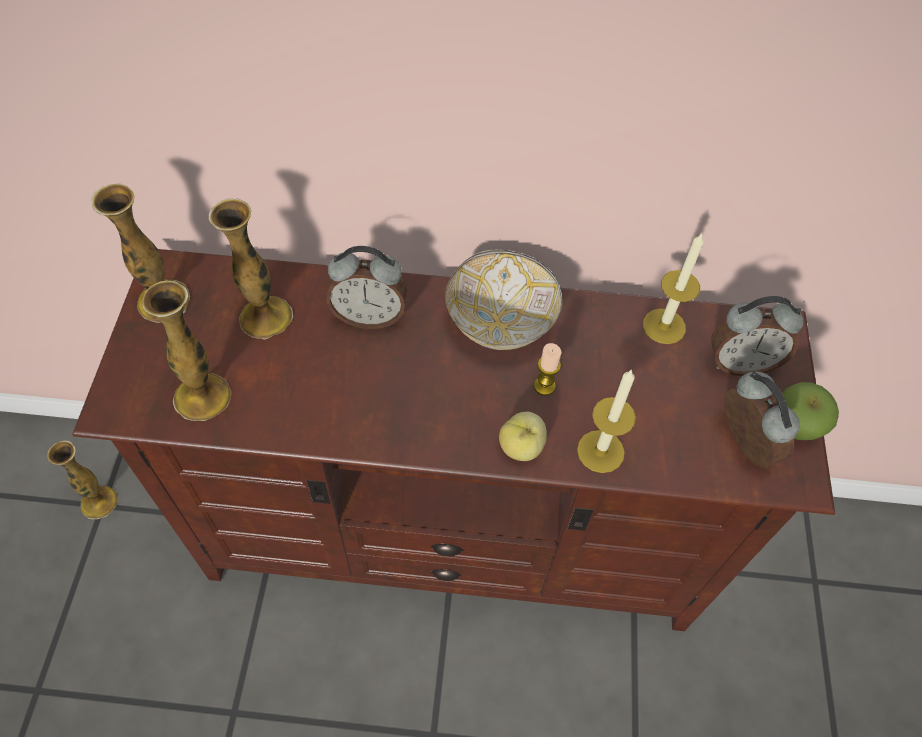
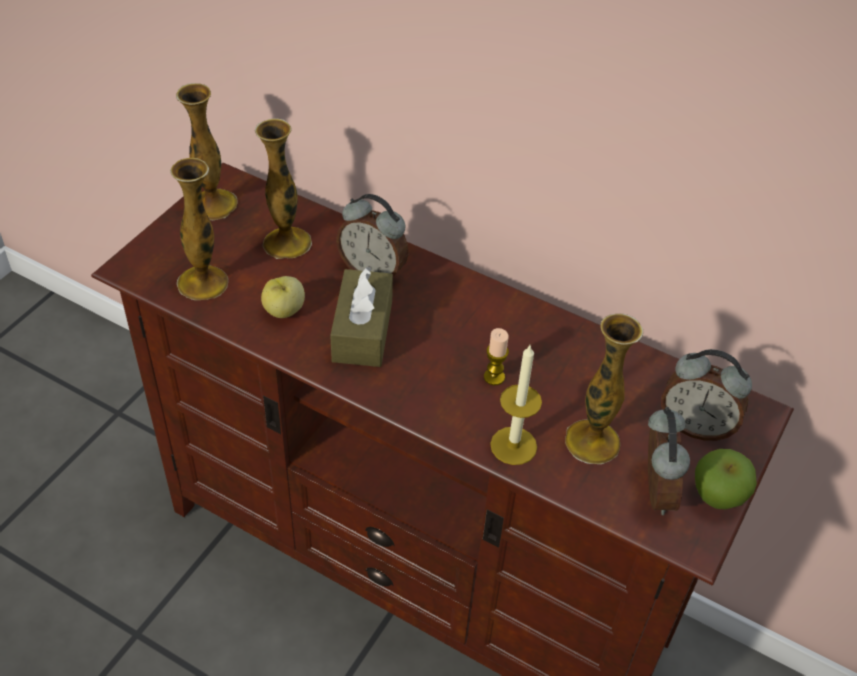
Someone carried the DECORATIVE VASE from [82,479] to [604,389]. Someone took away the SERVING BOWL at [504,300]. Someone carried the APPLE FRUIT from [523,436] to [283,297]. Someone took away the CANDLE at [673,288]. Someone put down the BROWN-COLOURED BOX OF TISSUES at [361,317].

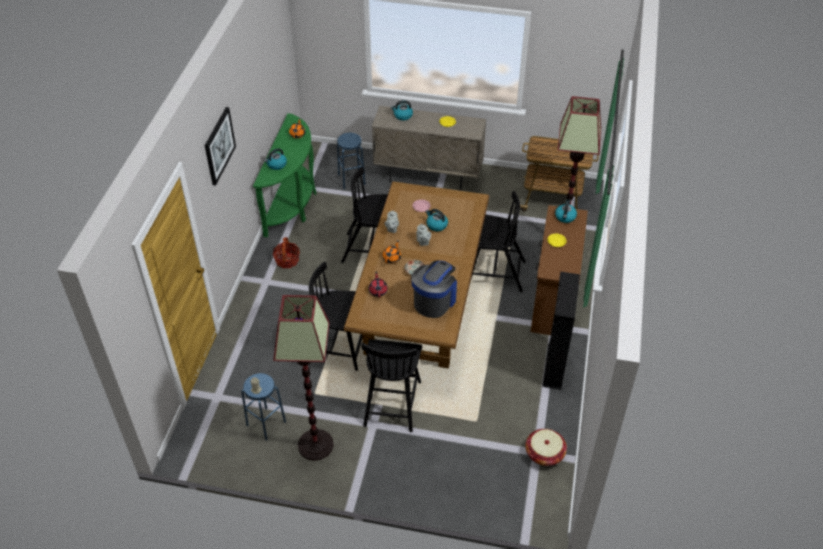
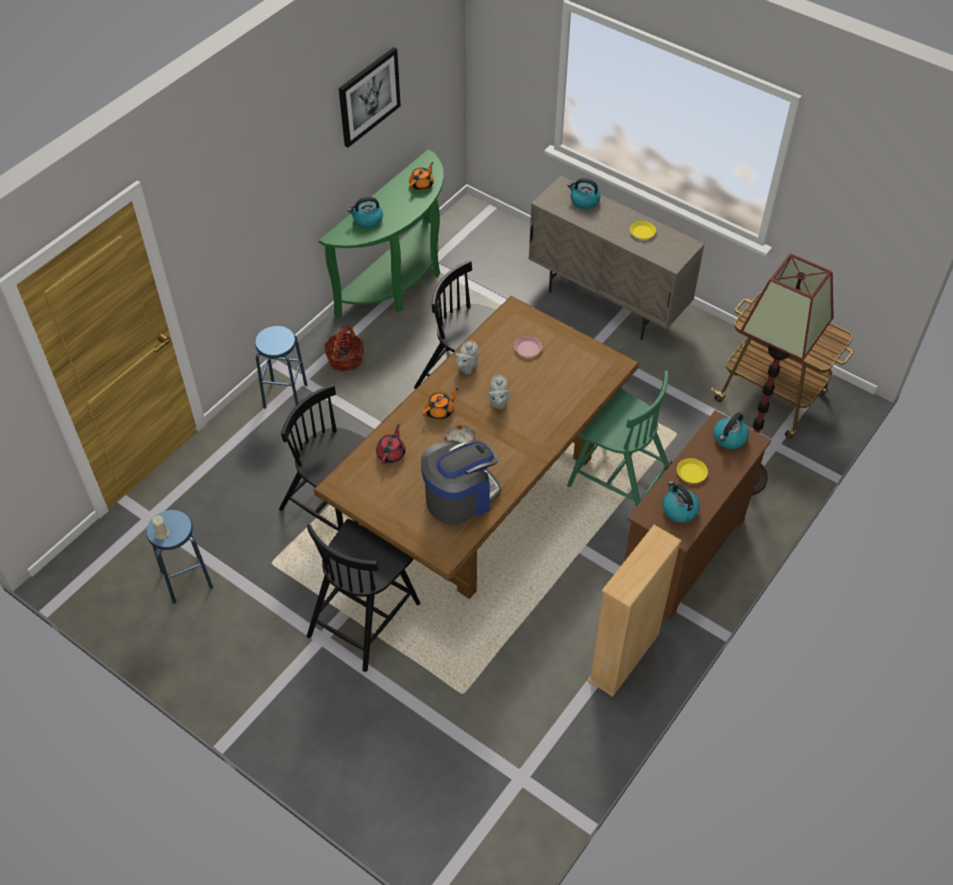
Someone carried the WALL ART from [220,146] to [370,97]. Someone took away the FLOOR LAMP at [303,378]. Someone carried the BLUISH STOOL SEAT from [351,161] to [281,367]. Someone carried the WATER KETTLE from [437,220] to [681,502]. Someone repainted the BLACK-COLOURED PLAIN CHAIR at [498,241], which became the GREEN-COLOURED PLAIN CHAIR at [618,439]. Someone took away the BASKET at [546,447]. Someone repainted the BLACK-COLOURED BOOKSHELF at [561,331], which became the BEIGE BOOKSHELF at [634,611].

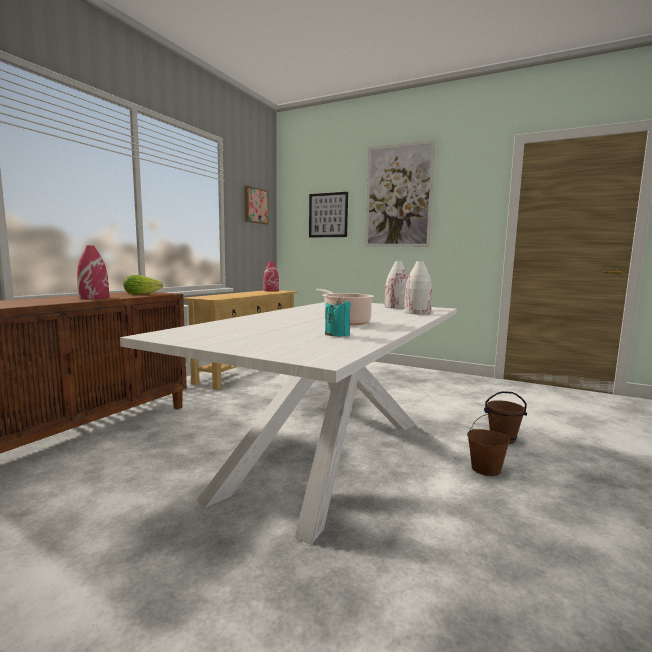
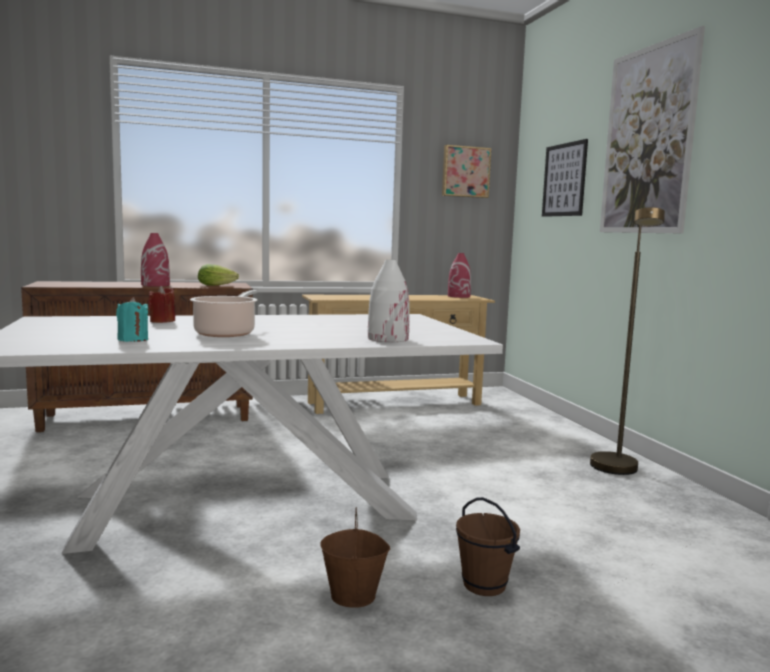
Someone took away the WHITE-COLOURED DECORATIVE VASE at [396,285]. Someone put down the RED-COLOURED CANDLE at [161,304]. Someone put down the BROWN-COLOURED FLOOR LAMP at [627,341].

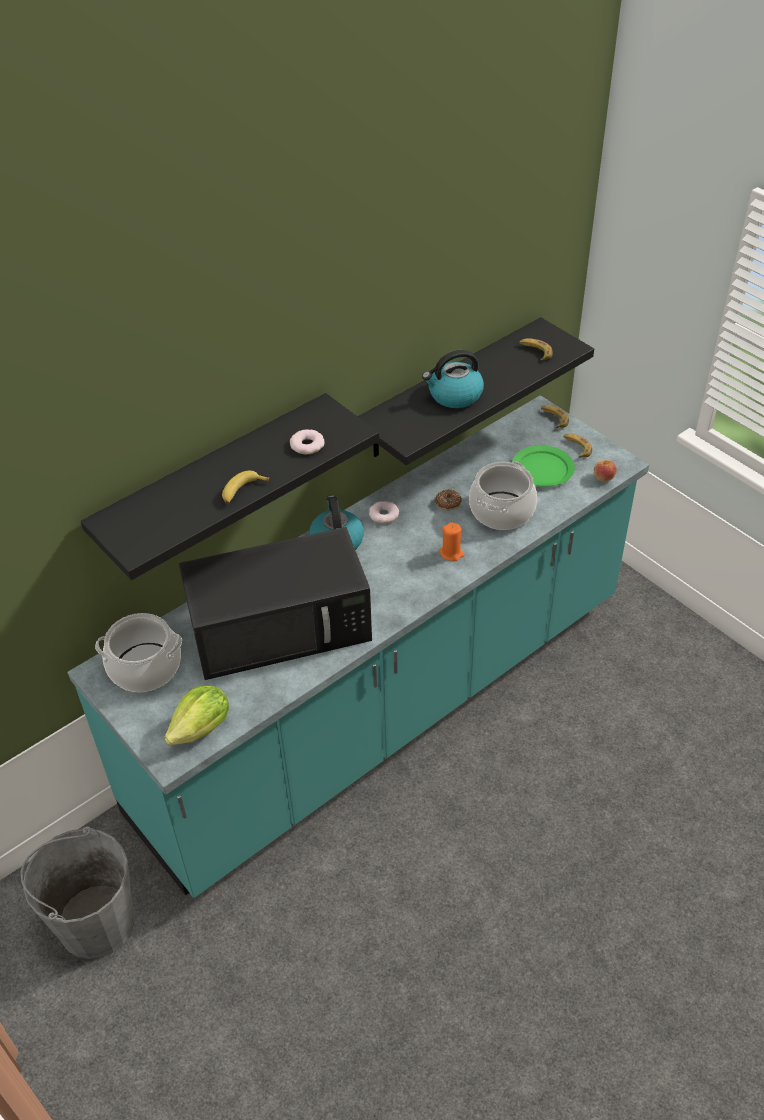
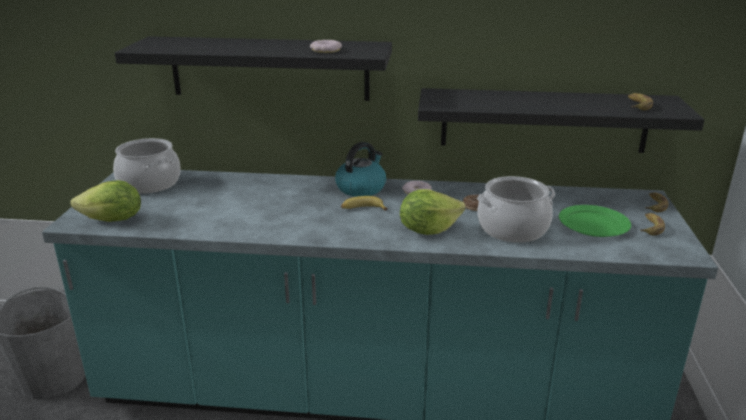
Someone took away the BLACK-COLOURED KITCHEN MICROWAVE at [275,603]. Someone carried the WHOLE BANANA from [246,487] to [364,203]. Someone took away the WATER KETTLE at [453,379]. Someone swapped the ORANGE CANDLE at [452,541] for the LETTUCE at [433,212]. Someone took away the APPLE FRUIT at [605,471].

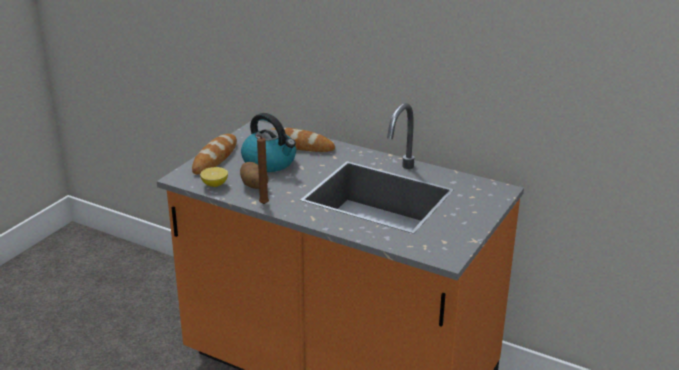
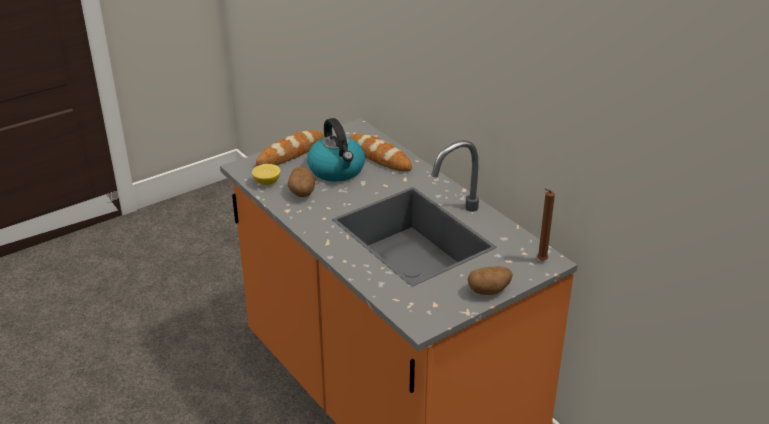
Someone carried the BROWN-COLOURED CANDLE from [262,169] to [546,225]. Someone put down the WHOLE POTATO at [490,280].

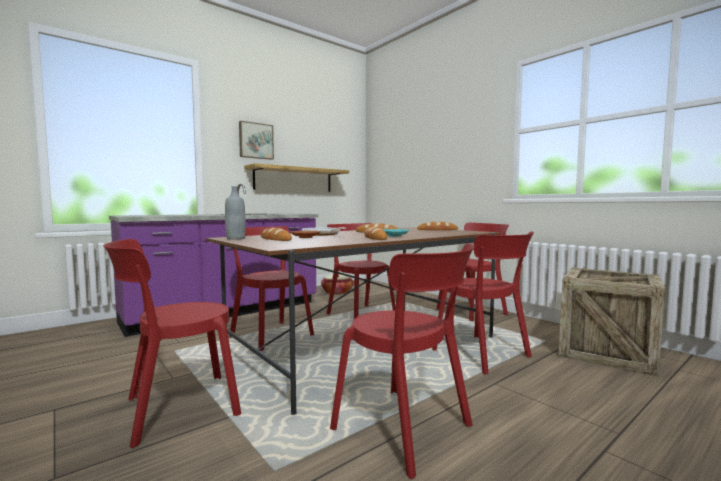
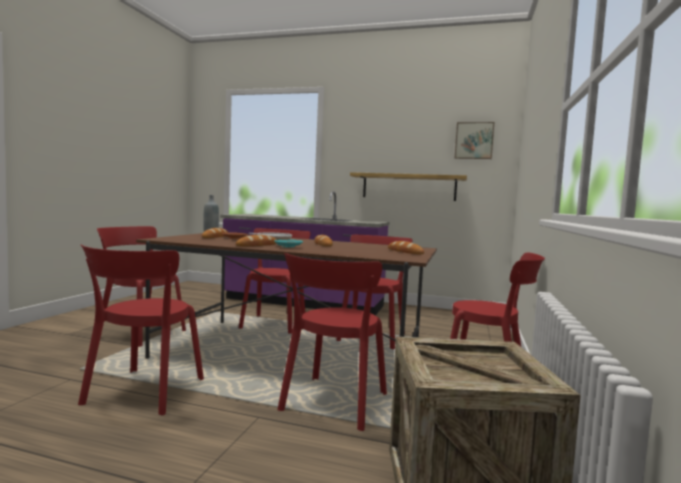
Someone carried the WALL ART from [256,140] to [474,140]. Someone took away the BASKET at [337,285].

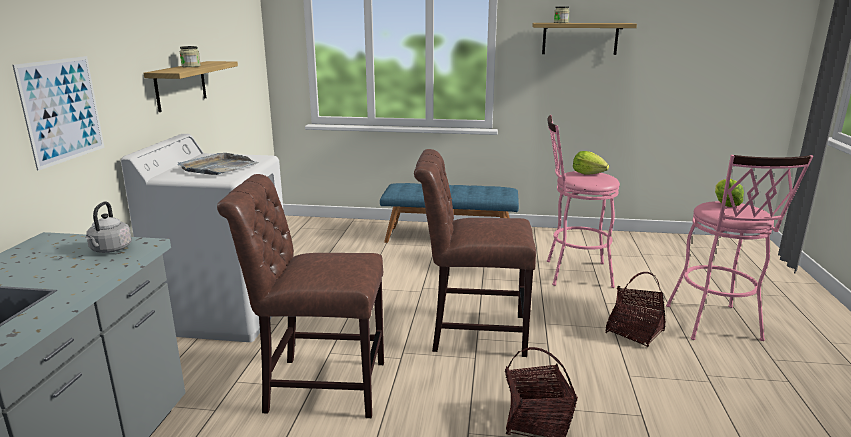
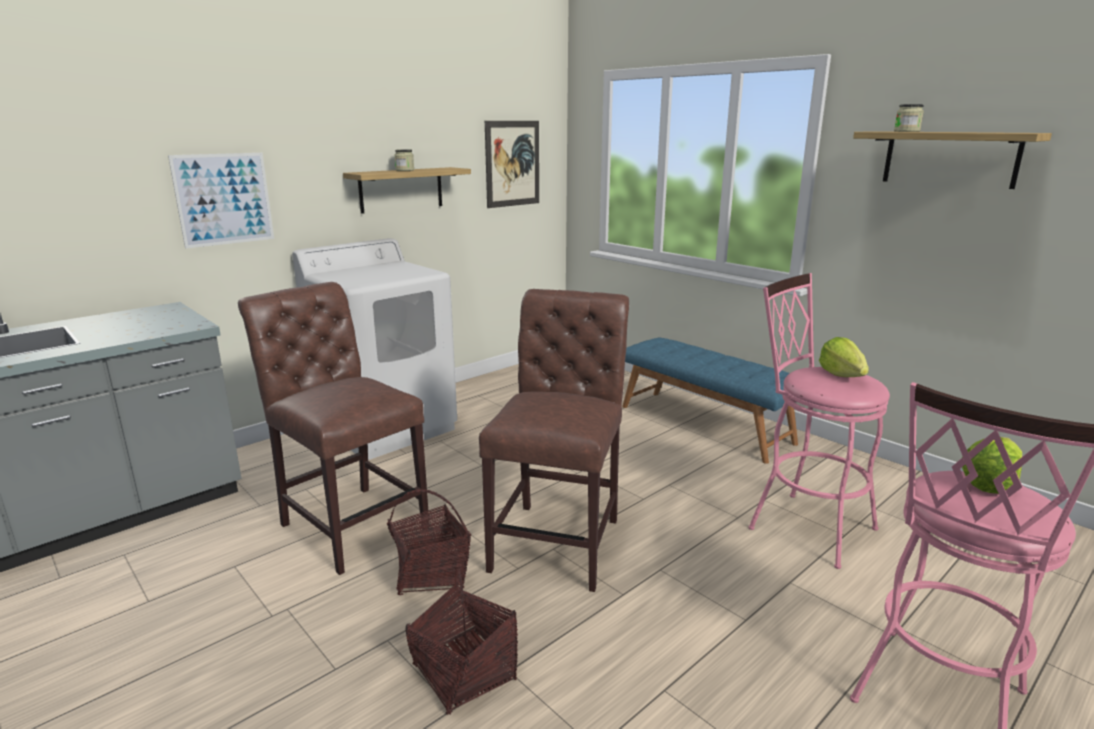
Someone took away the GRAY WATER KETTLE at [108,227]. Someone took away the GRAY CARRYING TRAY at [218,164]. Someone rotated the BROWN-COLOURED PLAIN CHAIR at [475,253] by 60 degrees clockwise. Someone carried the BASKET from [635,309] to [429,542]. Someone put up the WALL ART at [512,164].

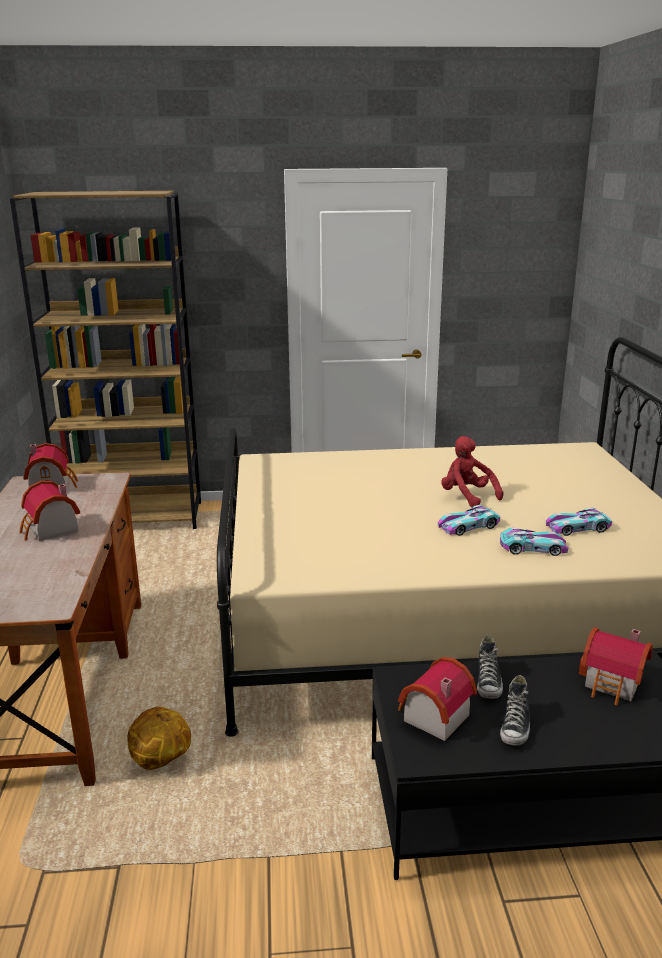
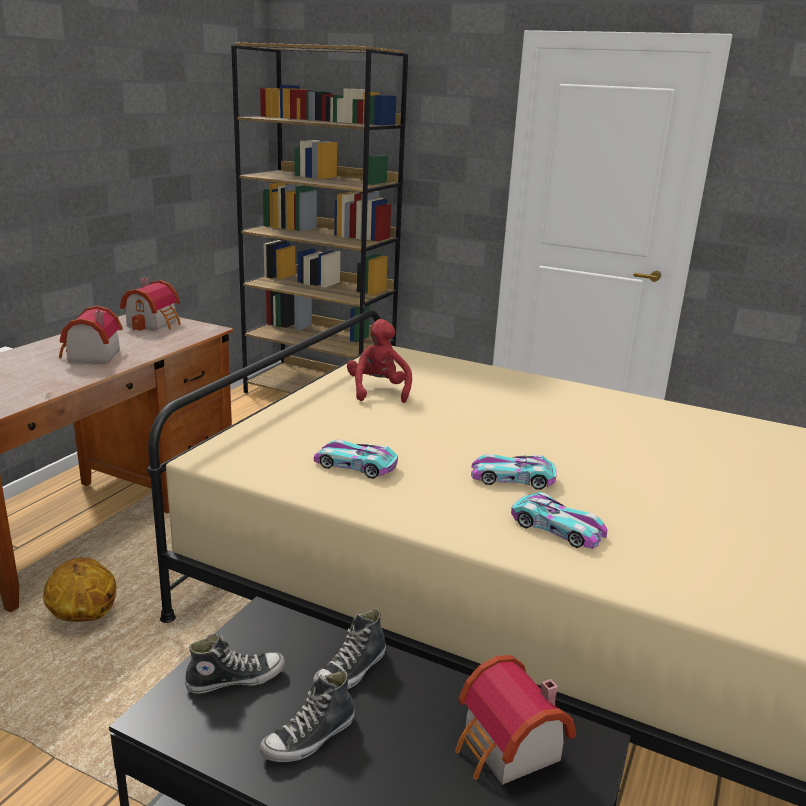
Someone swapped the TOY HOUSE at [437,699] for the ITEM OF FOOTWEAR at [235,664]. Someone carried the RED-COLOURED PLUSH TOY from [472,471] to [379,361]. Someone carried the TOY CAR from [579,522] to [356,459].

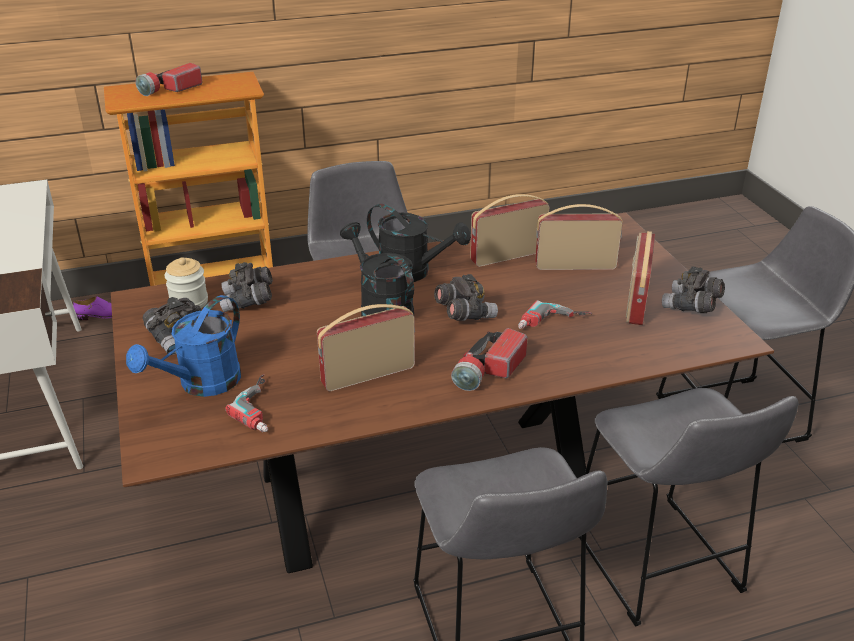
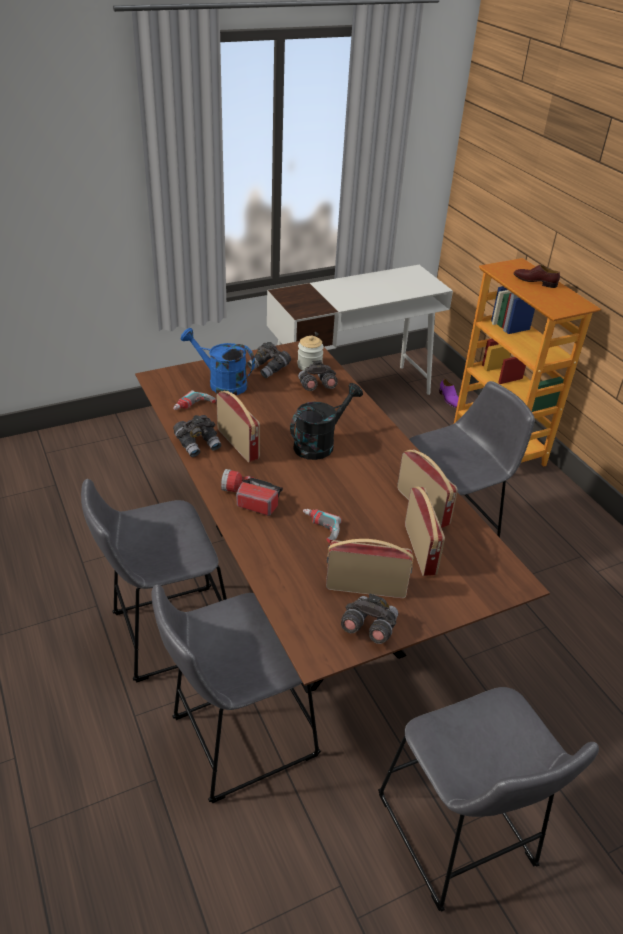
Someone swapped the HAND TORCH at [168,79] for the BROWN-COLOURED ITEM OF FOOTWEAR at [537,276]. Someone took away the BLACK-COLOURED WATERING CAN at [419,243]. Someone carried the GRAY BINOCULARS from [466,297] to [197,436].

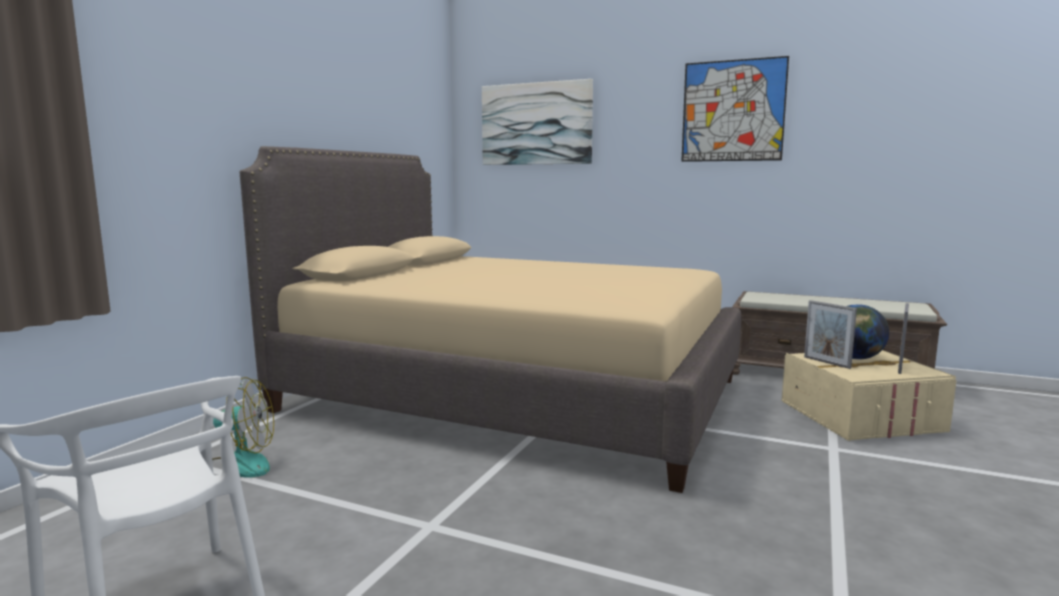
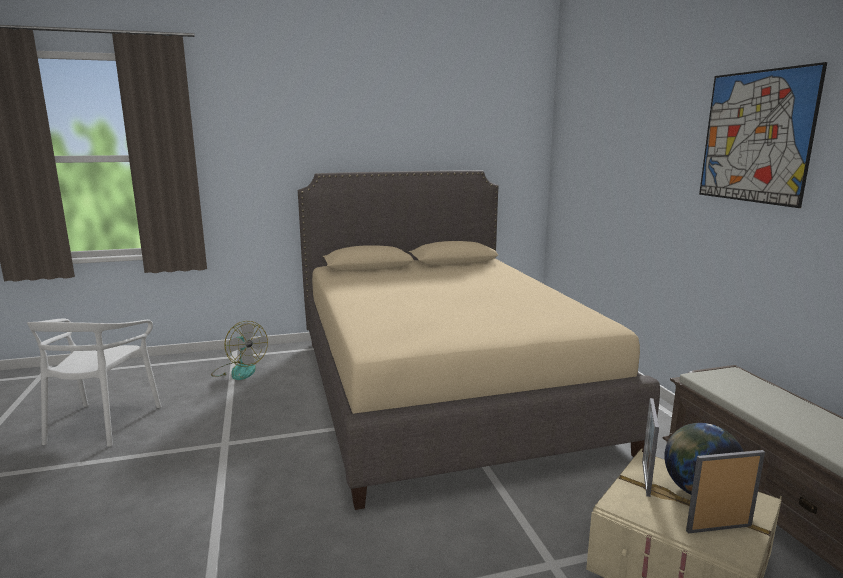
Someone took away the WALL ART at [537,122].

